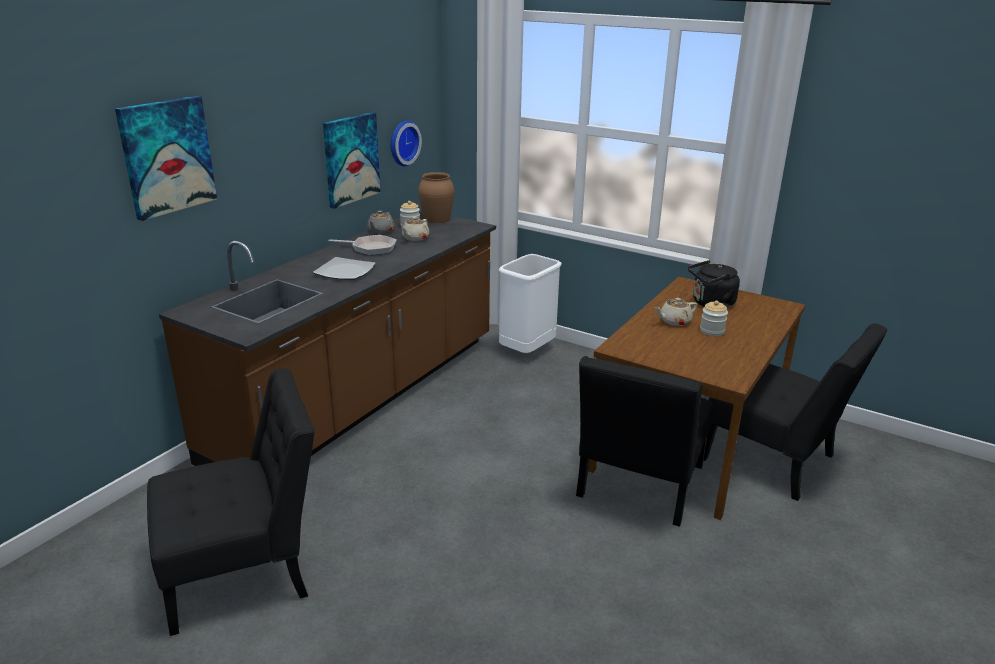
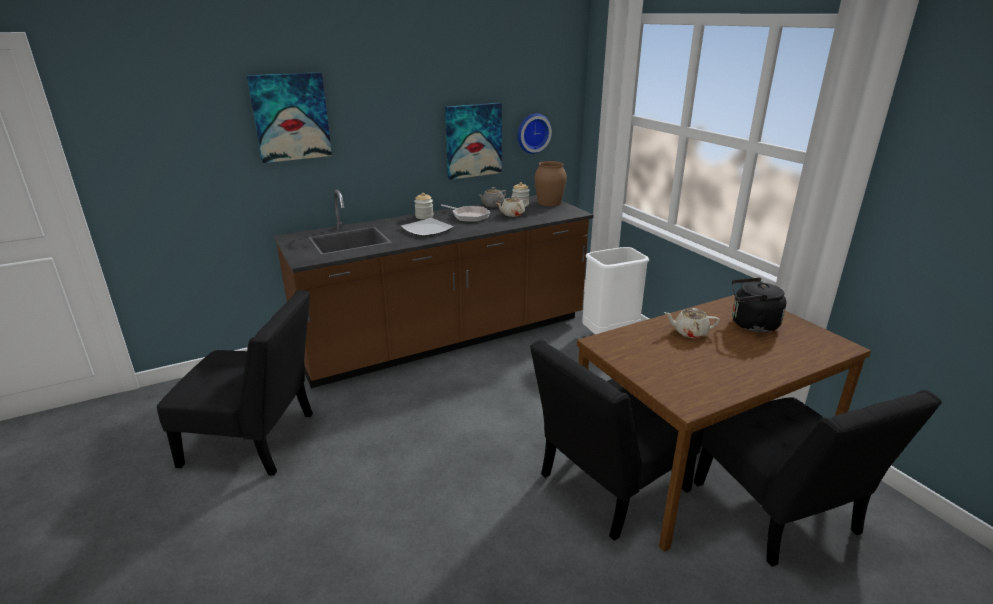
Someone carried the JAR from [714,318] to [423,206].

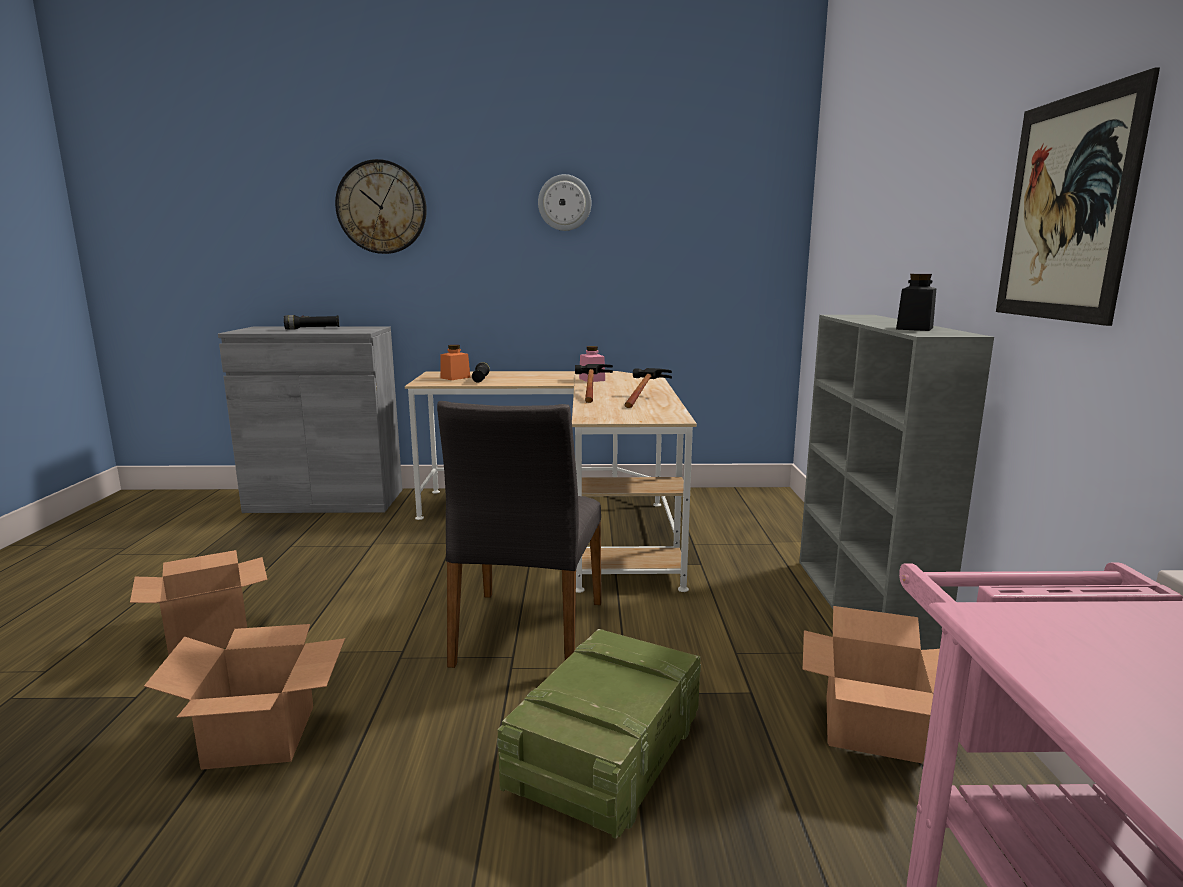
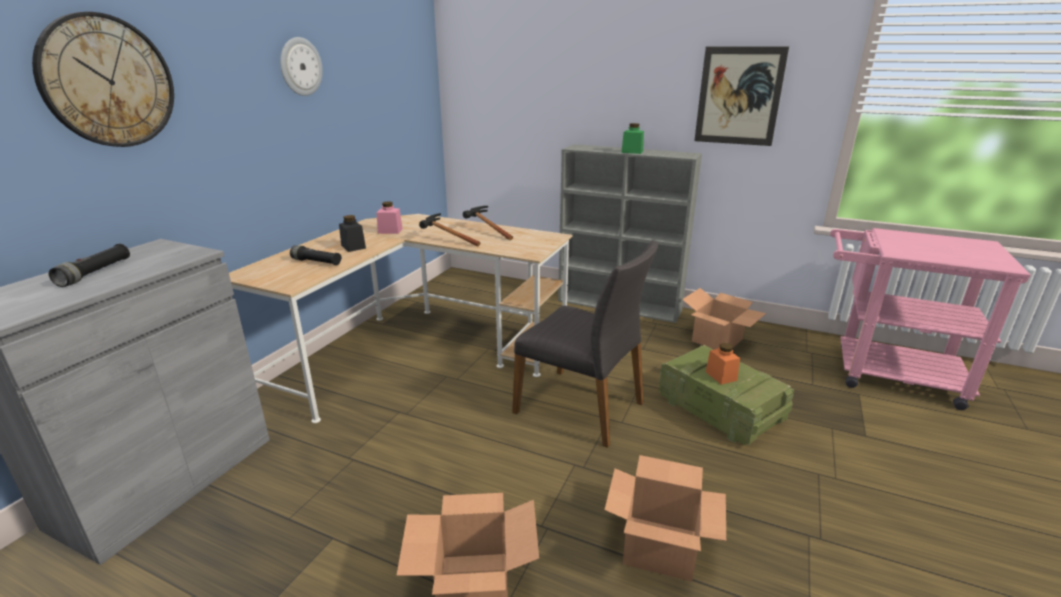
Someone carried the ORANGE JAR from [455,362] to [723,364]. Someone carried the BLACK-COLOURED JAR from [916,302] to [352,233]. Someone put down the GREEN-COLOURED JAR at [632,138].

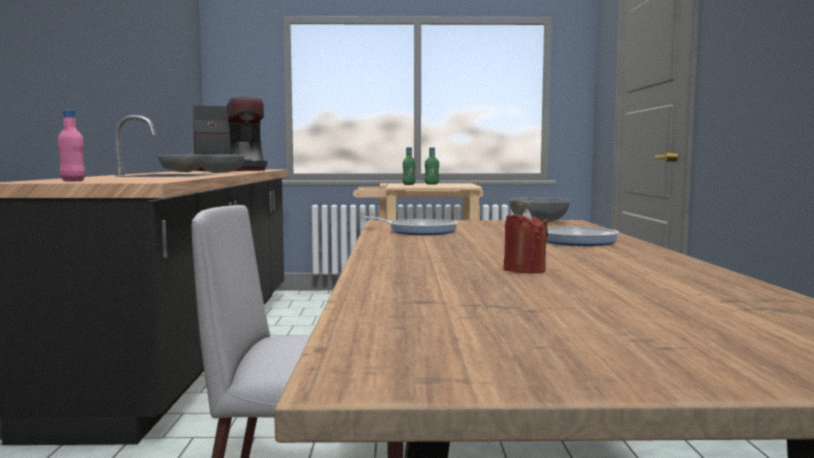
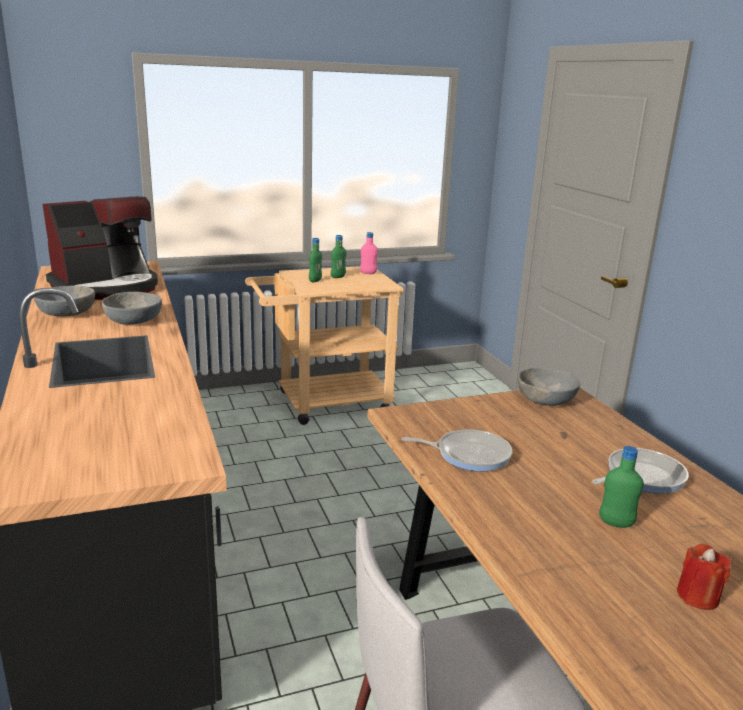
Someone carried the PINK-COLOURED BOTTLE from [71,145] to [369,253]. Someone put down the GREEN-COLOURED BOTTLE at [621,487].

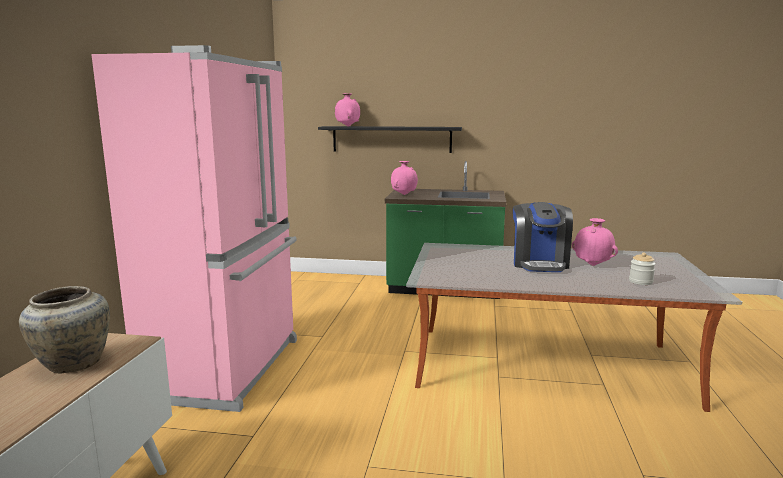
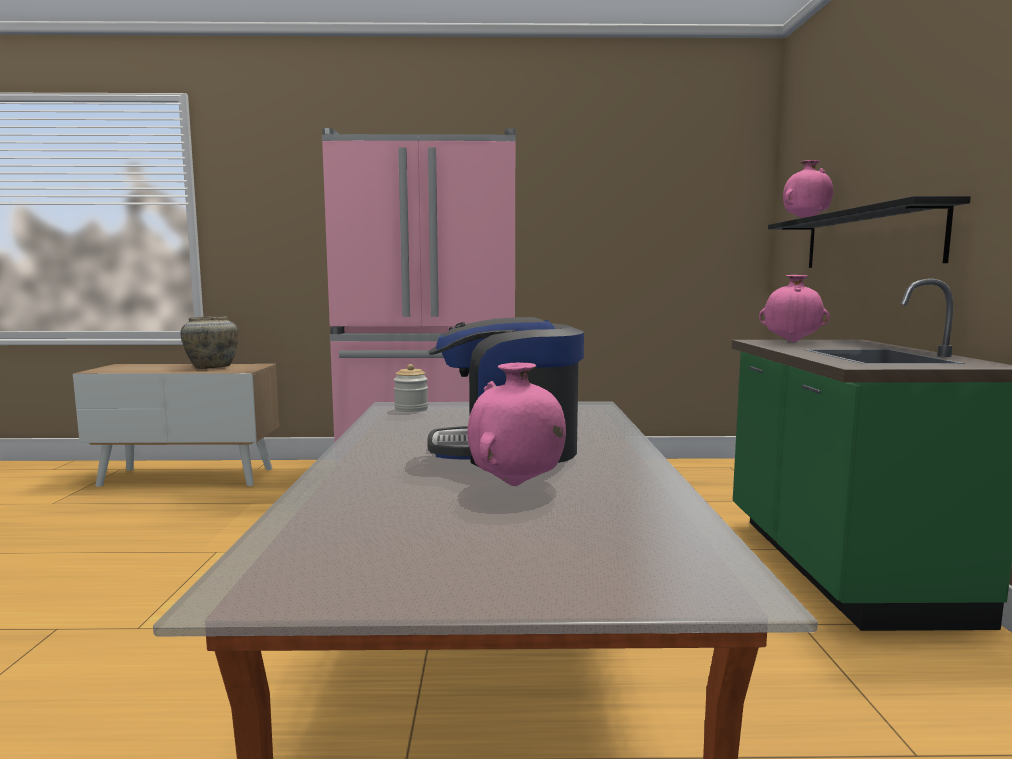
Someone carried the JAR from [642,268] to [411,388].

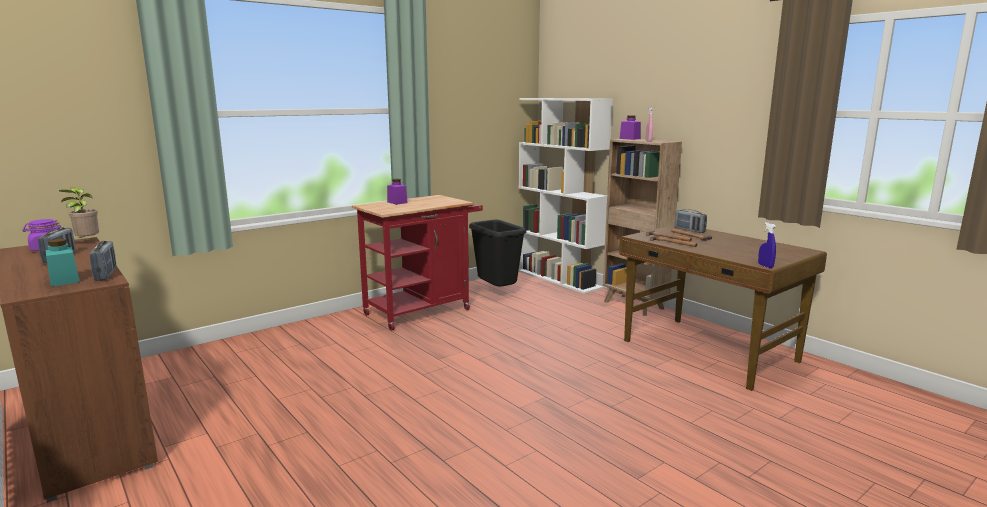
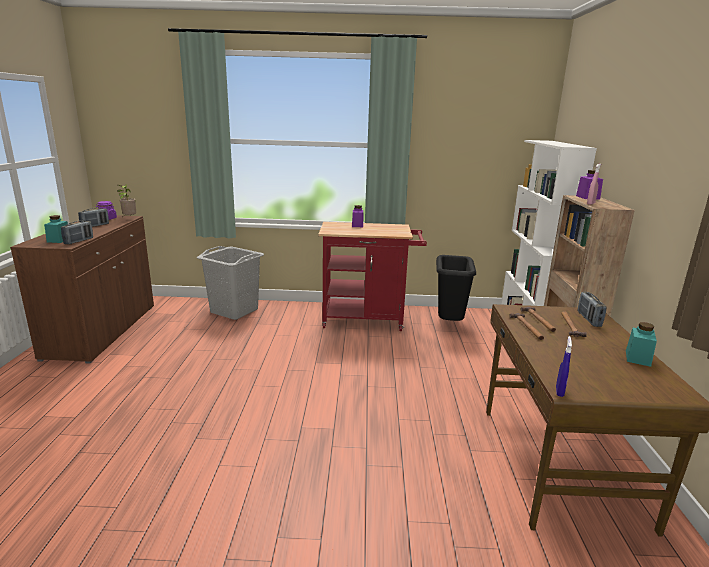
Someone put down the GRAY HAMPER at [230,283]. Someone put down the BLUE-GREEN JAR at [641,344].

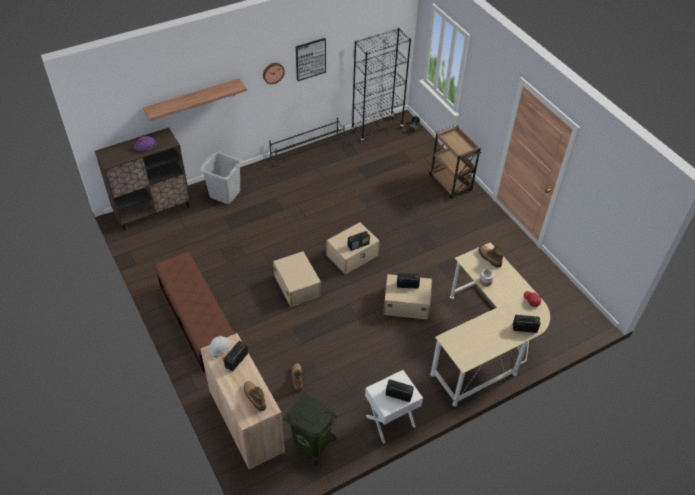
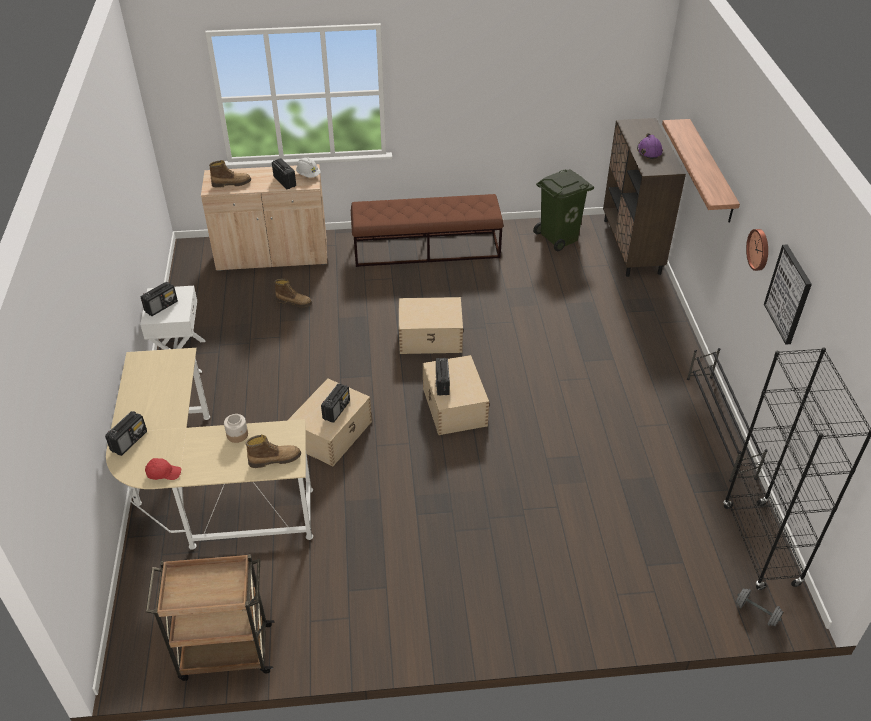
Someone took away the GRAY HAMPER at [221,178]. Someone carried the GREEN-COLOURED RUBBISH BIN from [310,428] to [563,210]. Someone carried the BROWN-COLOURED CART from [455,162] to [210,617].

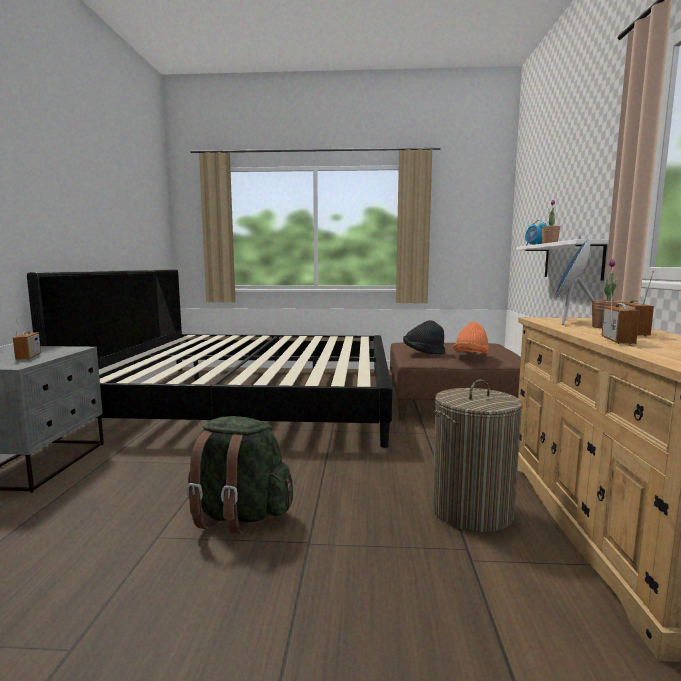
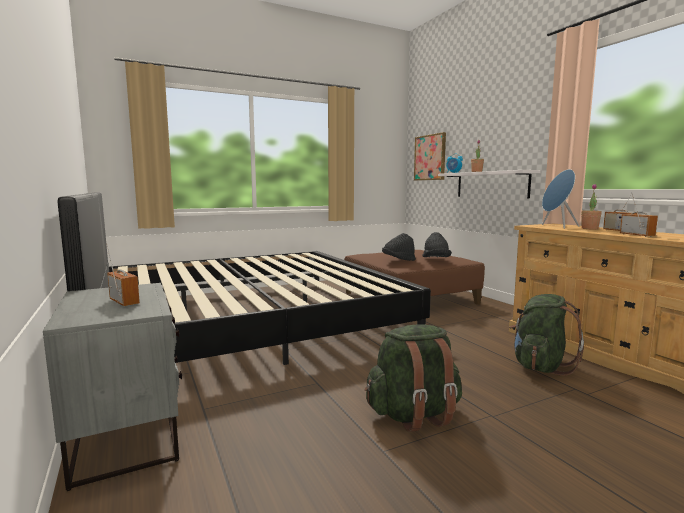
Someone swapped the HAMPER at [477,456] for the GREEN-COLOURED RUCKSACK at [546,335]. Someone repainted the ORANGE WEARABLE HAT at [471,338], which became the BLACK-COLOURED WEARABLE HAT at [437,244]. Someone put up the WALL ART at [430,156].

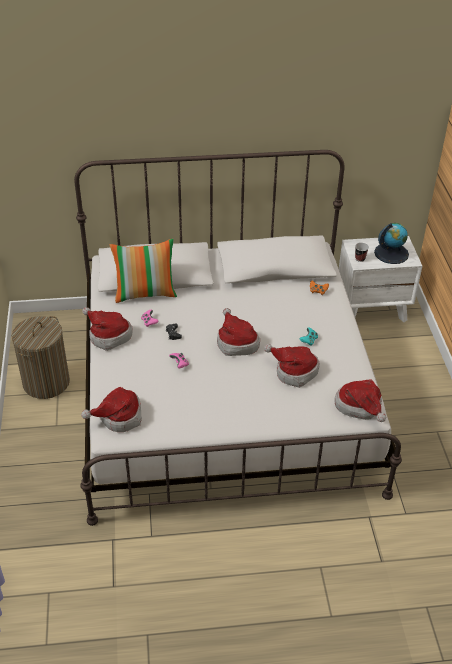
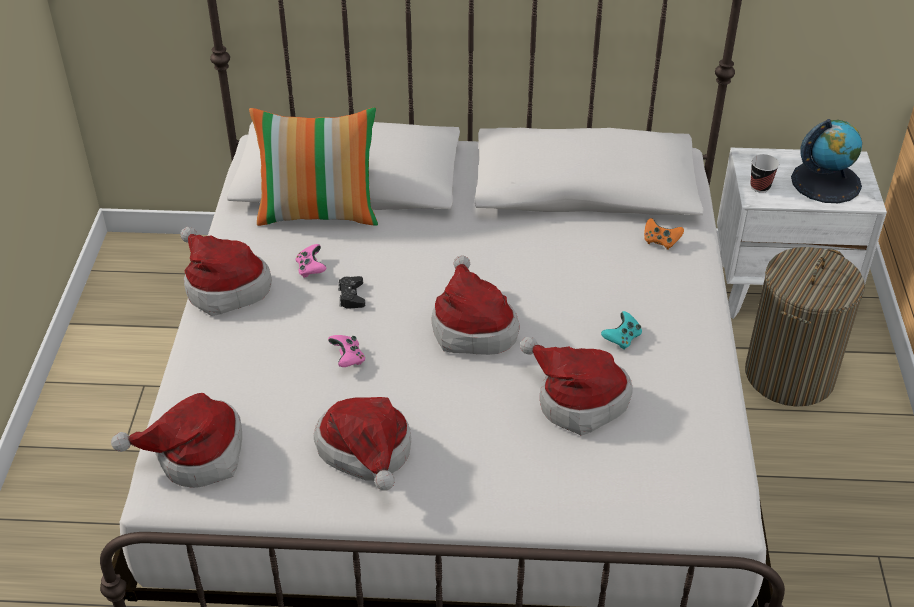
Someone carried the HAMPER from [41,357] to [805,327]. Someone carried the WEARABLE HAT from [360,401] to [362,444].

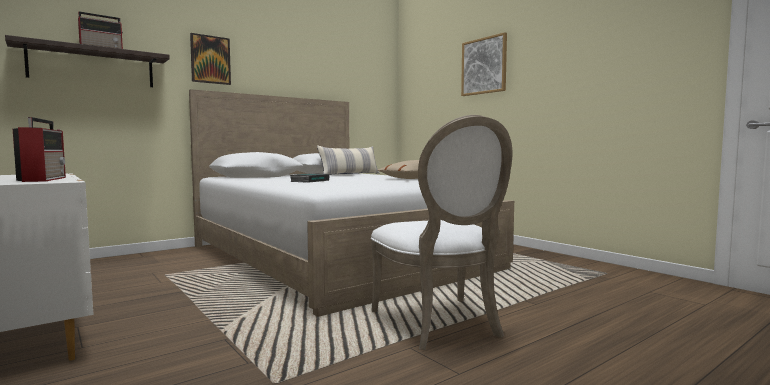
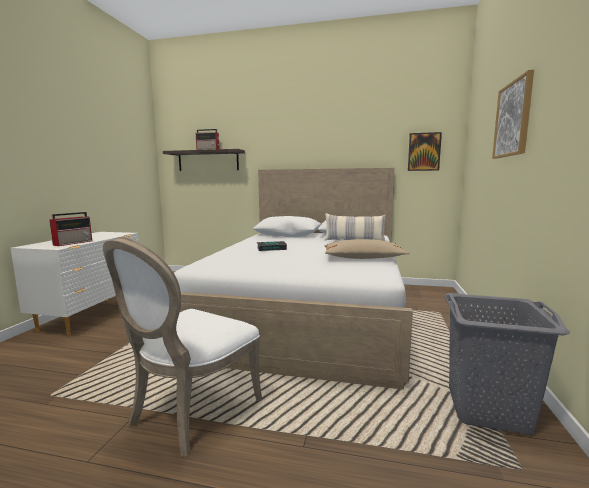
Someone carried the WALL ART from [210,59] to [425,151]. Someone put down the GRAY HAMPER at [507,364].

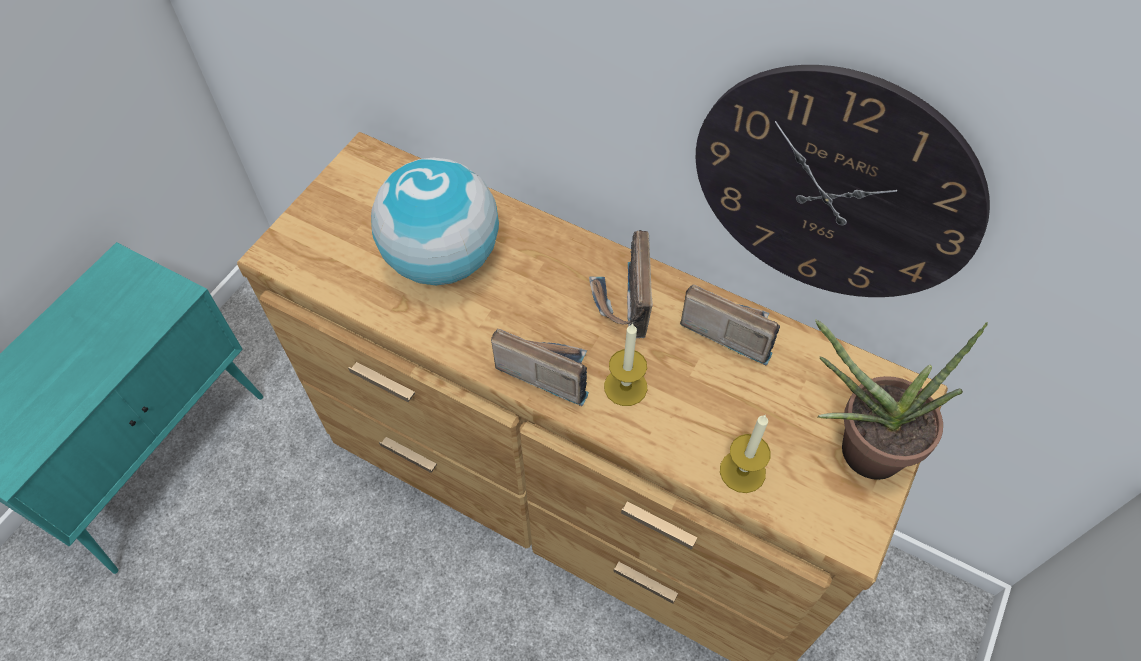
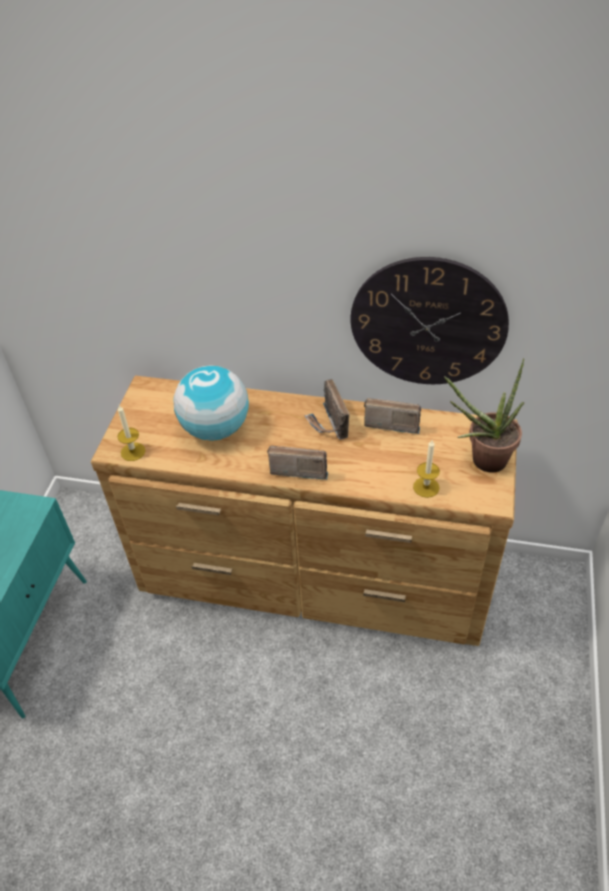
Someone carried the CANDLE from [625,364] to [131,433].

